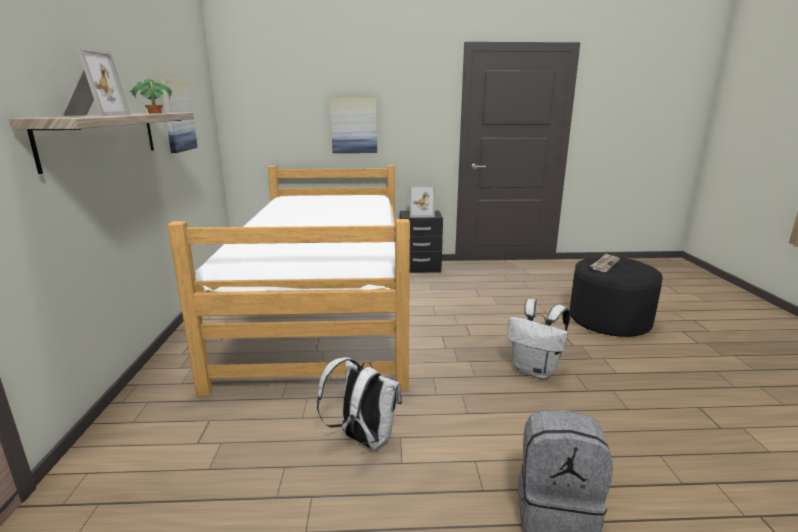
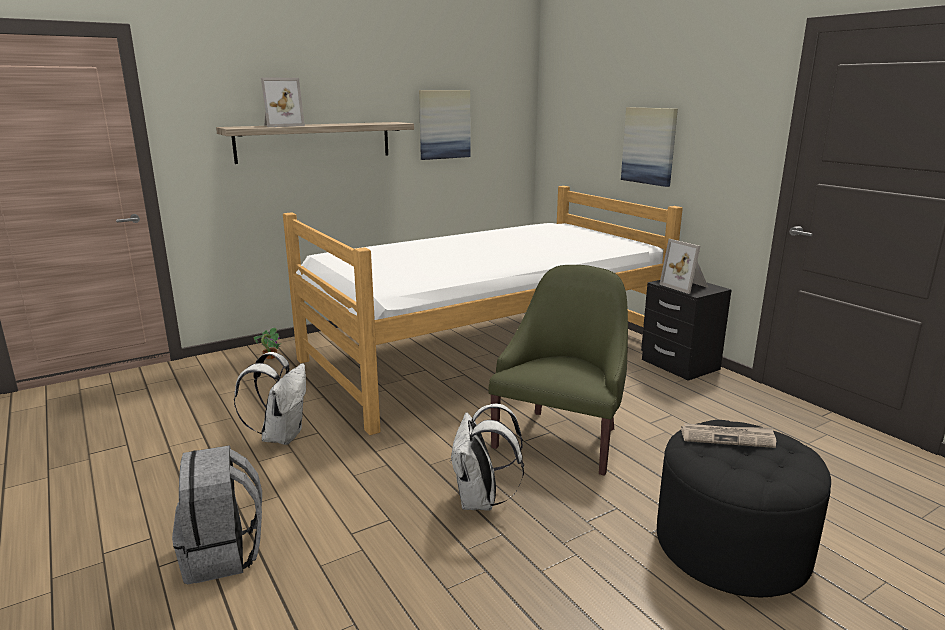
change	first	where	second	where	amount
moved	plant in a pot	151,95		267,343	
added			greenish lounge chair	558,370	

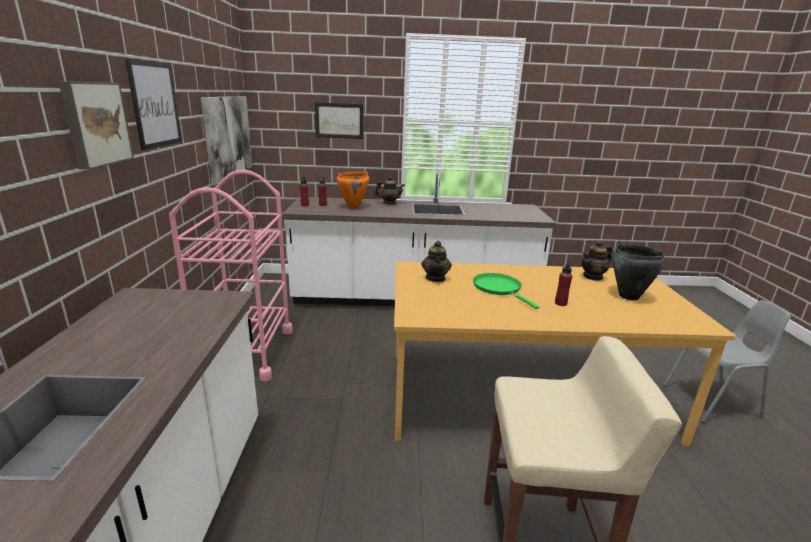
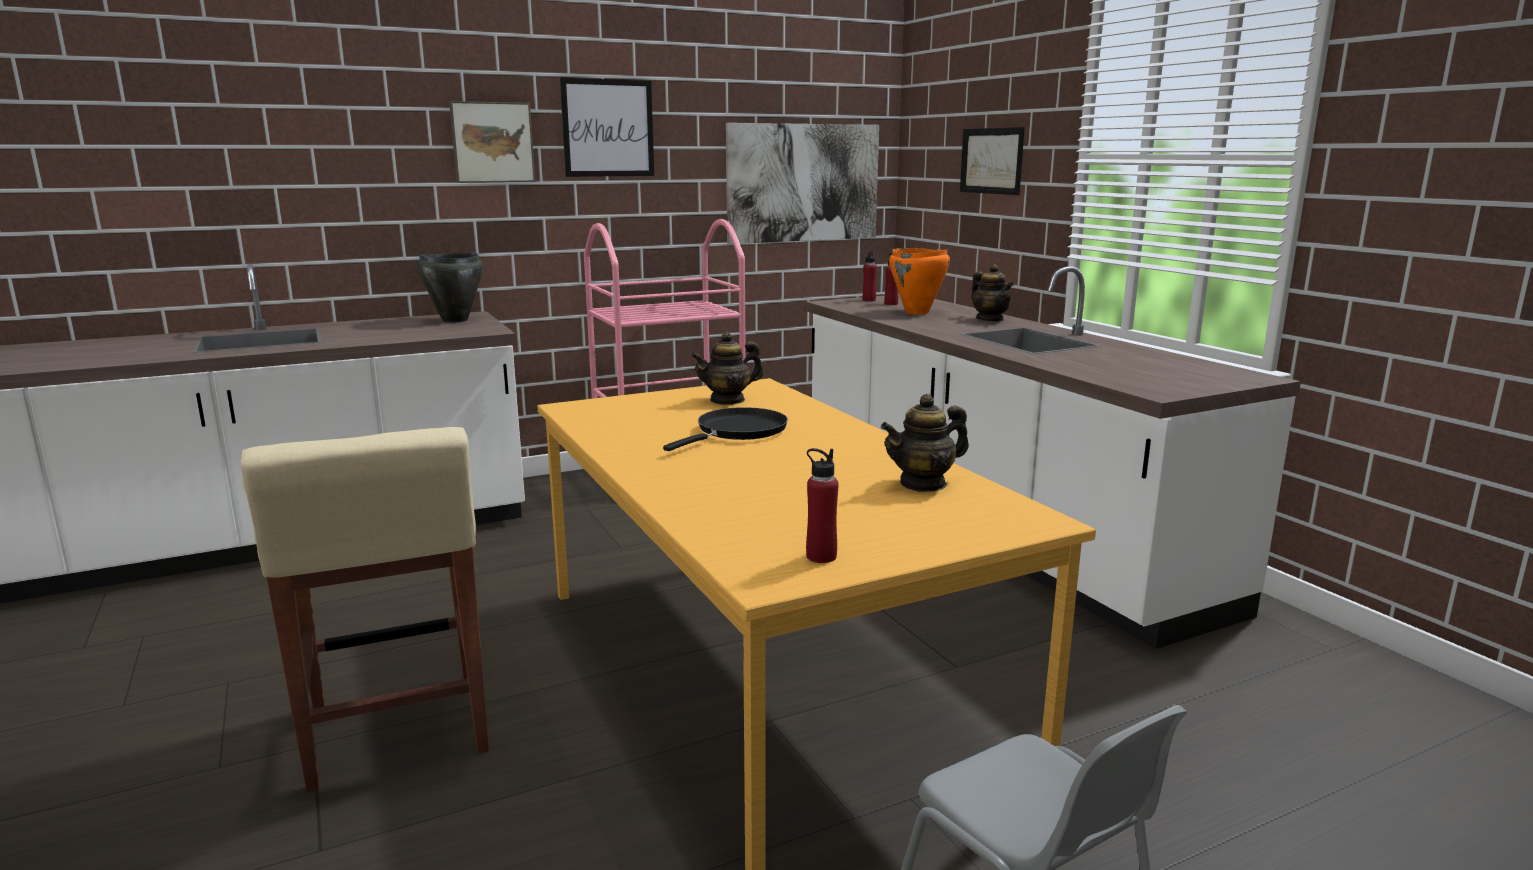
change	first	where	second	where	amount
moved	black saucepot	639,272		450,288	
recoloured	greenish pan	506,291	black pan	725,429	
moved	red-coloured bottle	563,283		822,505	
turned	teapot	597,261		925,443	60 degrees counterclockwise

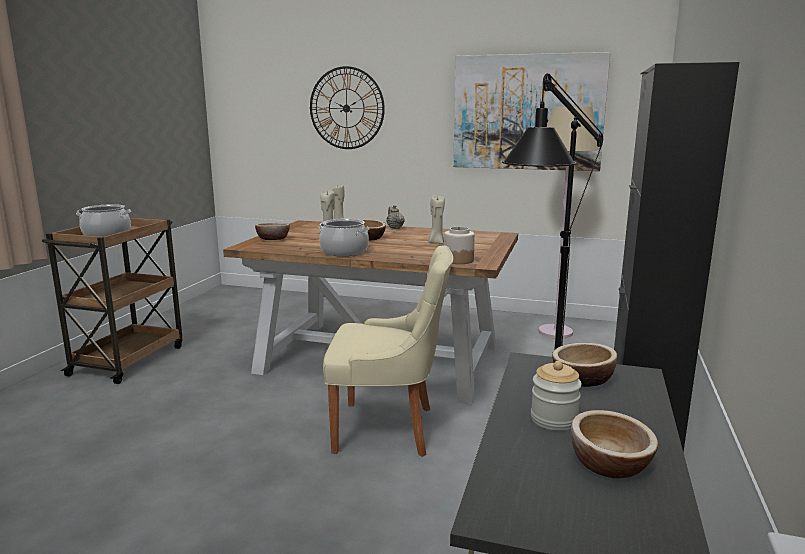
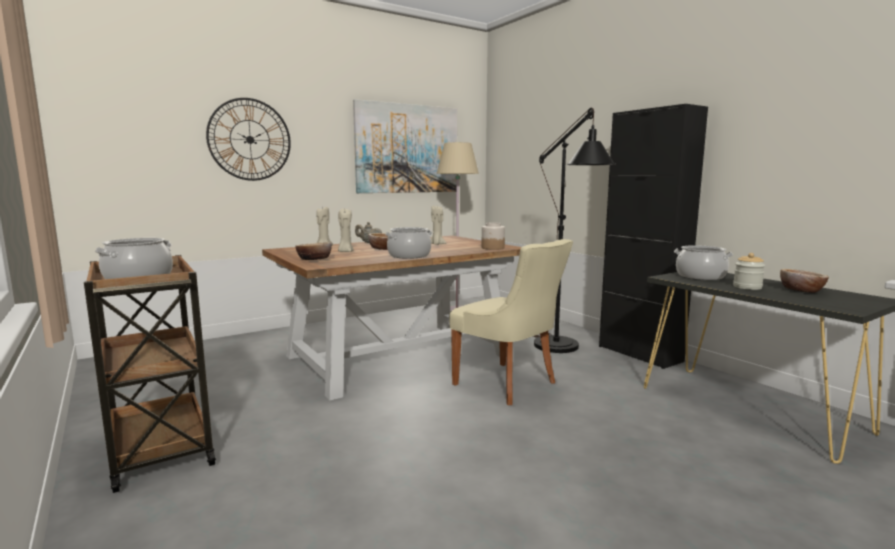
change	first	where	second	where	amount
turned	beige chair	388,351		511,322	90 degrees clockwise
replaced	serving bowl	584,365	saucepot	703,262	

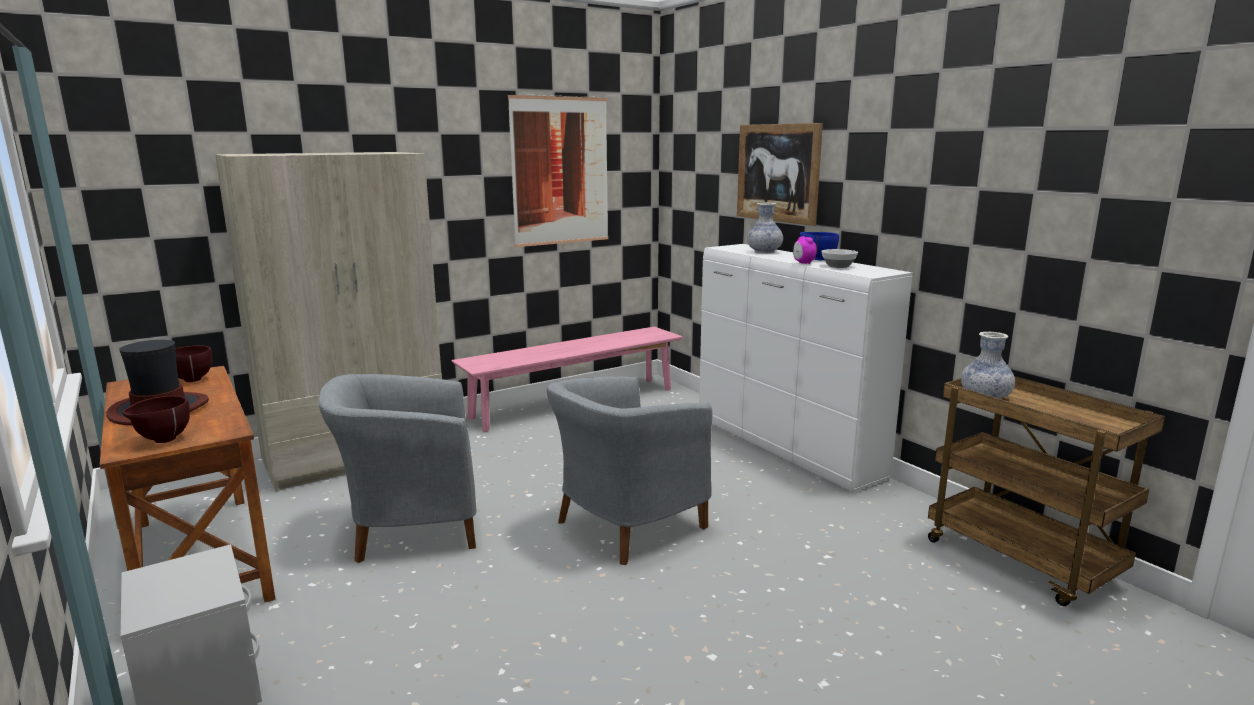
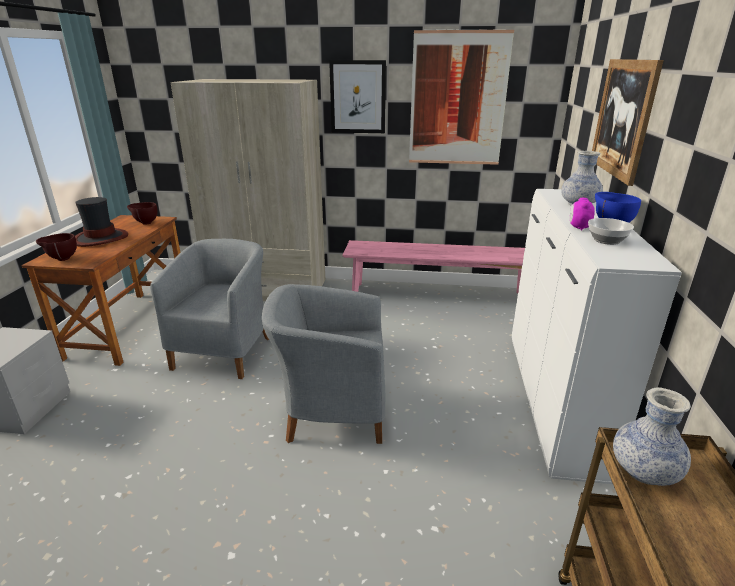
change	first	where	second	where	amount
turned	greyish lounge chair	398,468		209,309	75 degrees clockwise
added			picture	357,96	

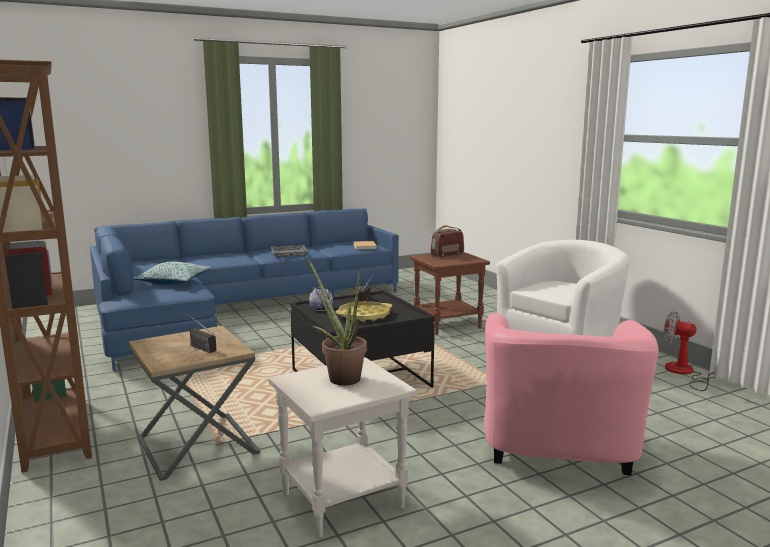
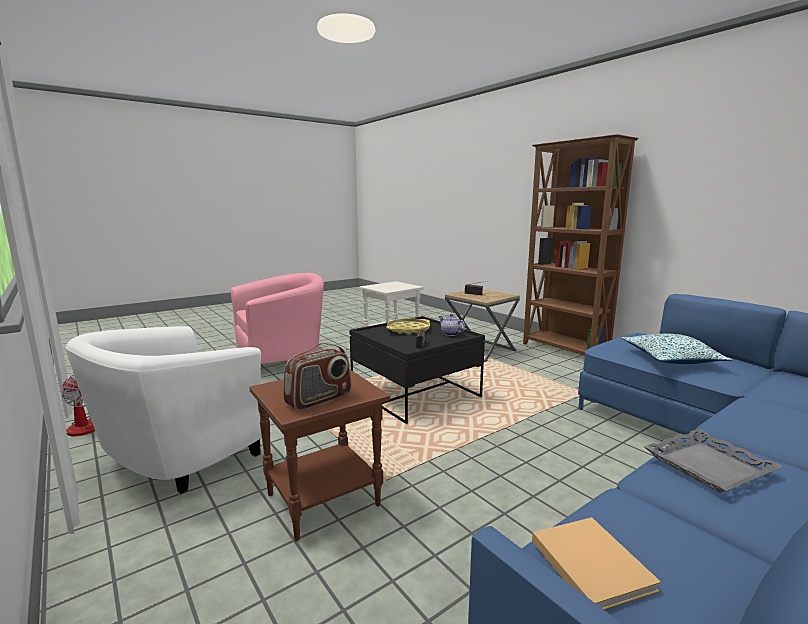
change	first	where	second	where	amount
turned	pinkish lounge chair	571,394		277,318	60 degrees clockwise
removed	plant in a pot	337,322			

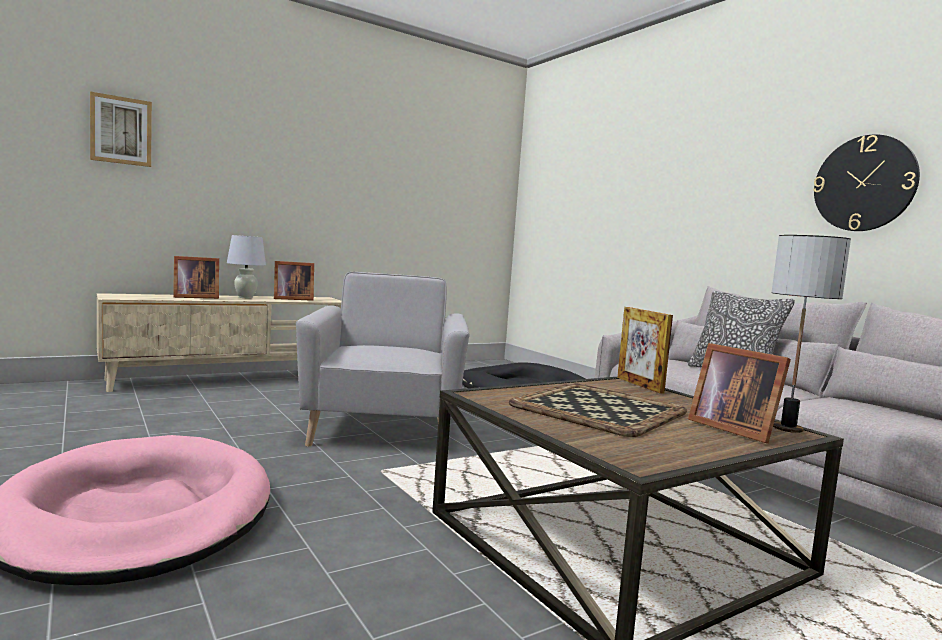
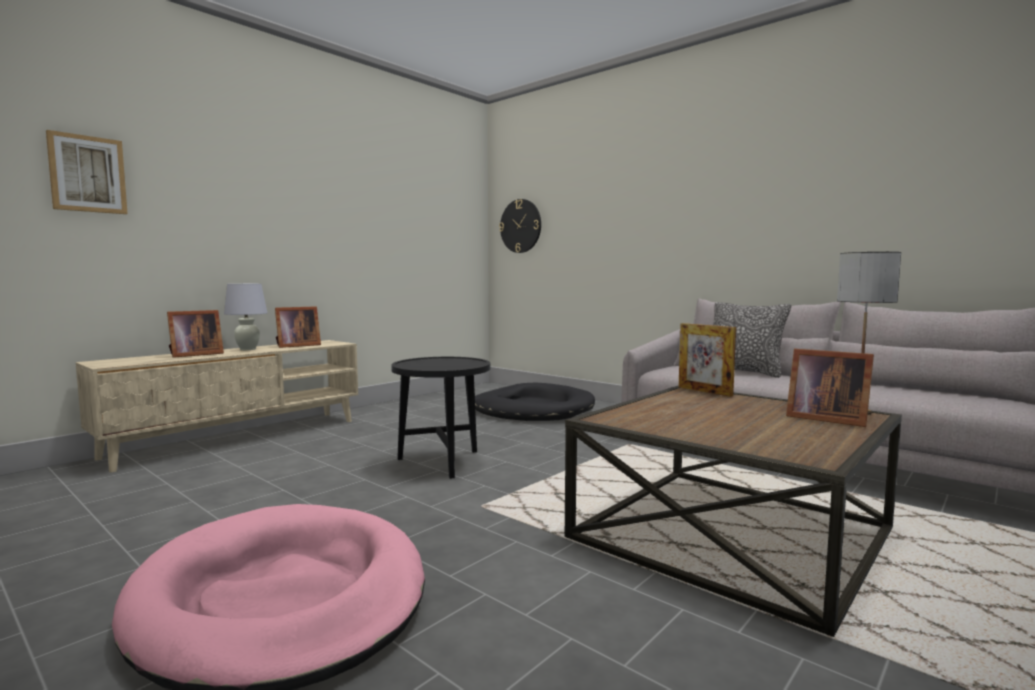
change	first	where	second	where	amount
replaced	greyish lounge chair	383,359	black side table	440,418	
moved	hanging clock	866,182		520,226	
removed	serving tray	598,410			

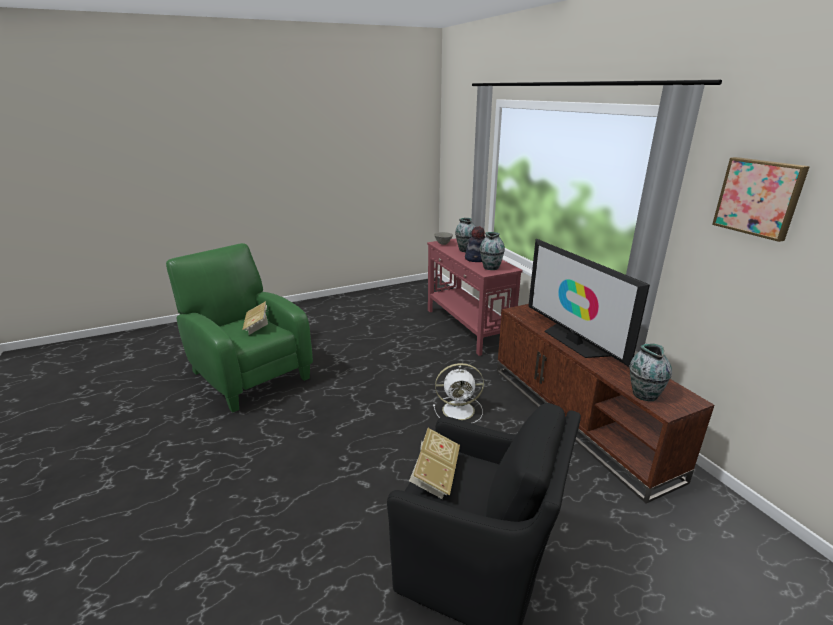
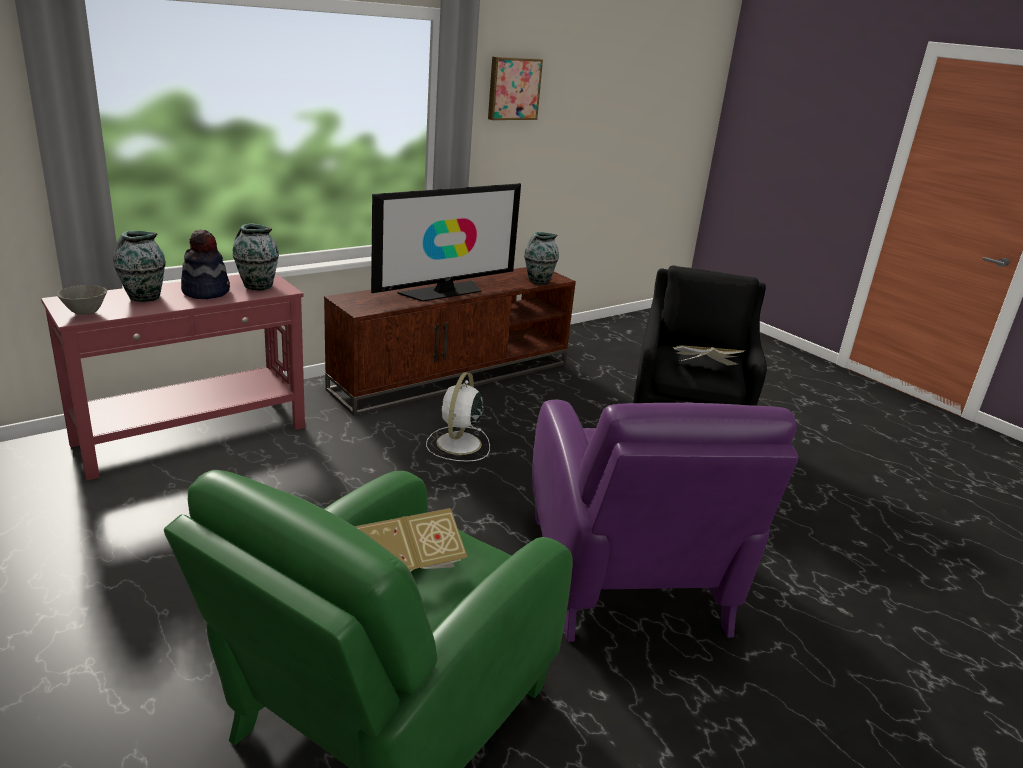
change	first	where	second	where	amount
turned	whitish cooling fan	458,393		458,417	150 degrees counterclockwise
added			purple-coloured lounge chair	665,521	

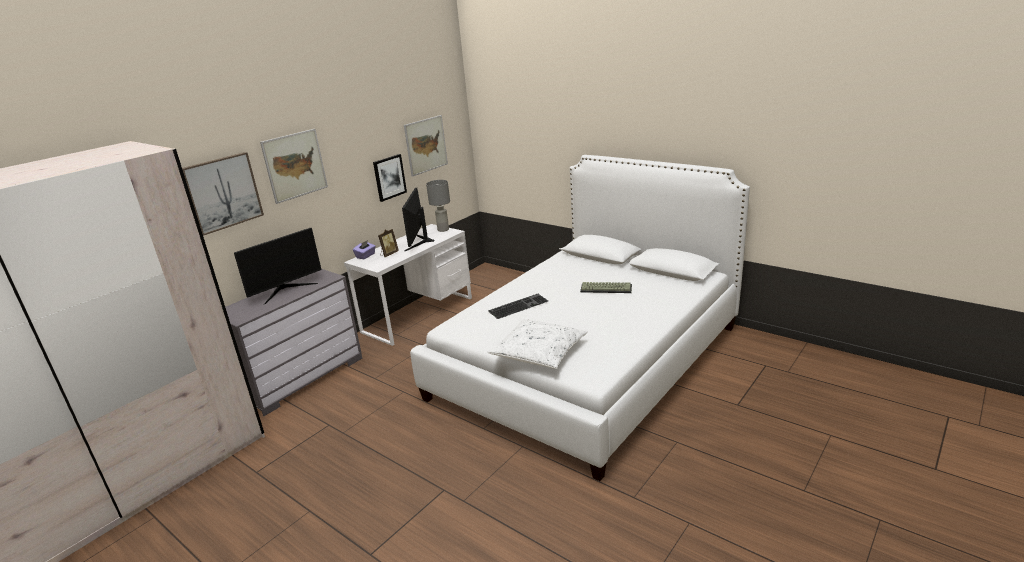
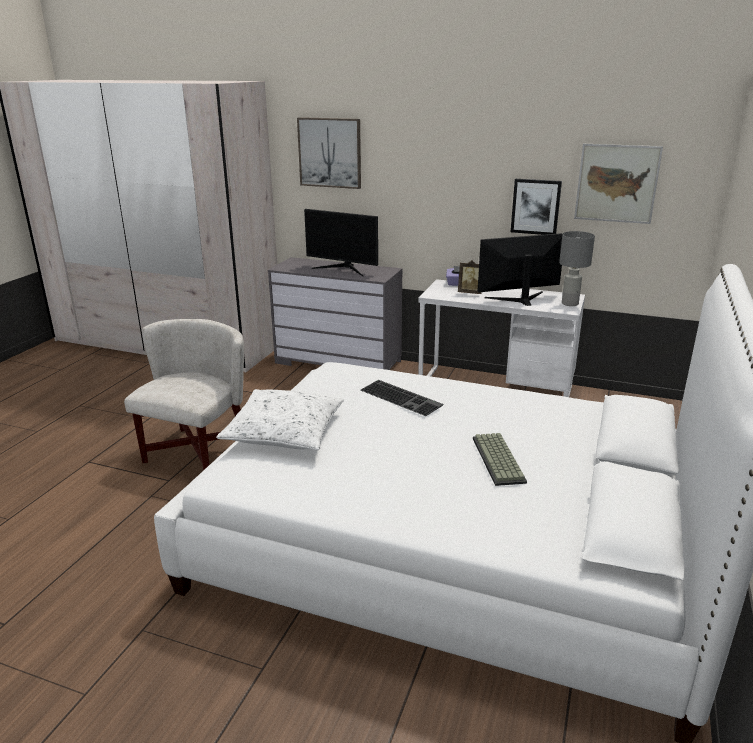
change	first	where	second	where	amount
added			whitish lounge chair	184,395	
removed	picture	294,166			

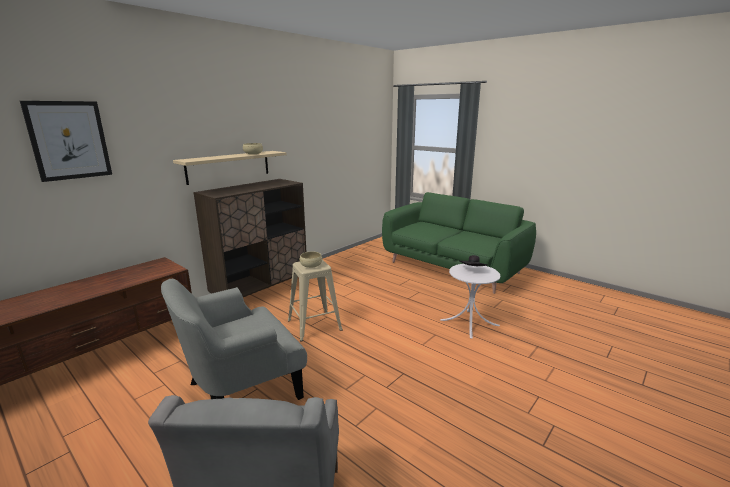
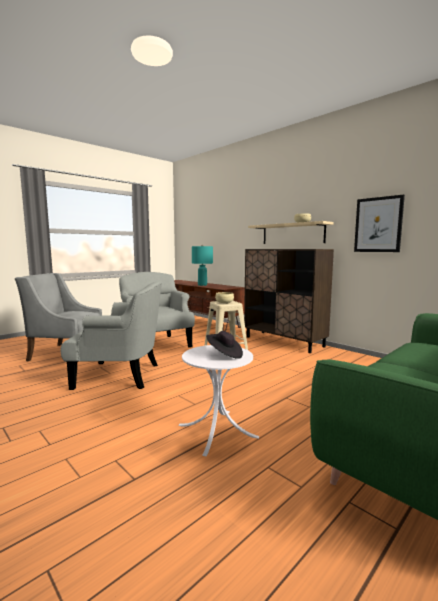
change	first	where	second	where	amount
added			greyish lounge chair	111,336	
added			turquoise-coloured table lamp	202,265	
moved	picture	66,141		379,223	

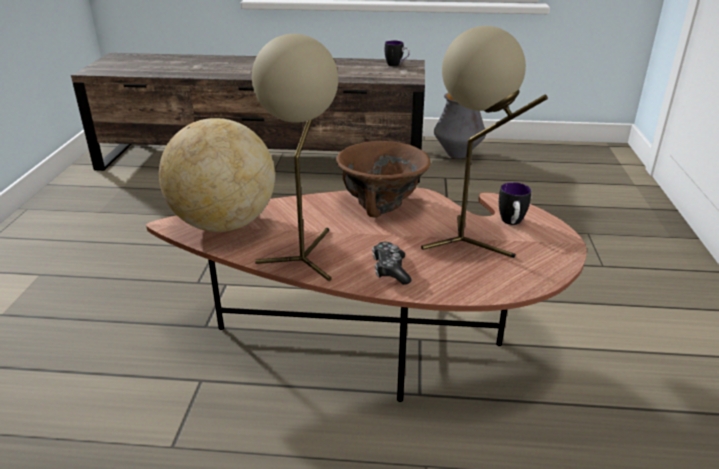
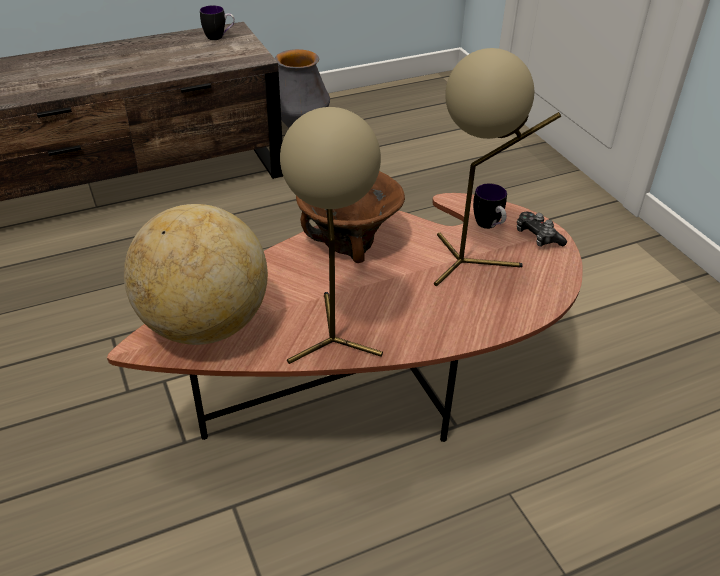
change	first	where	second	where	amount
moved	joypad	391,263		542,229	

